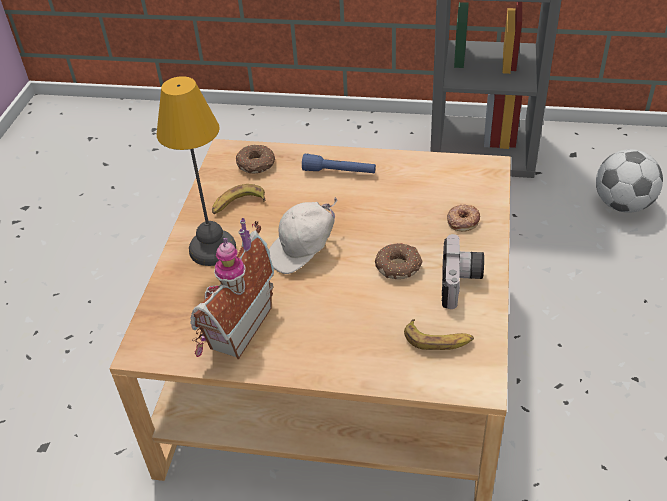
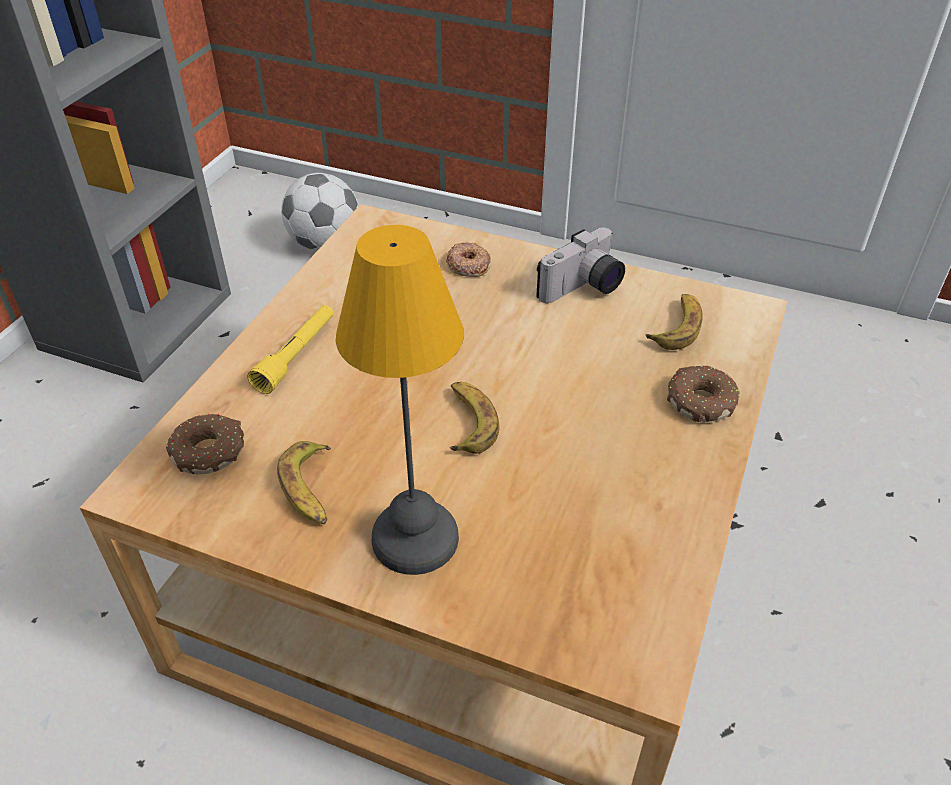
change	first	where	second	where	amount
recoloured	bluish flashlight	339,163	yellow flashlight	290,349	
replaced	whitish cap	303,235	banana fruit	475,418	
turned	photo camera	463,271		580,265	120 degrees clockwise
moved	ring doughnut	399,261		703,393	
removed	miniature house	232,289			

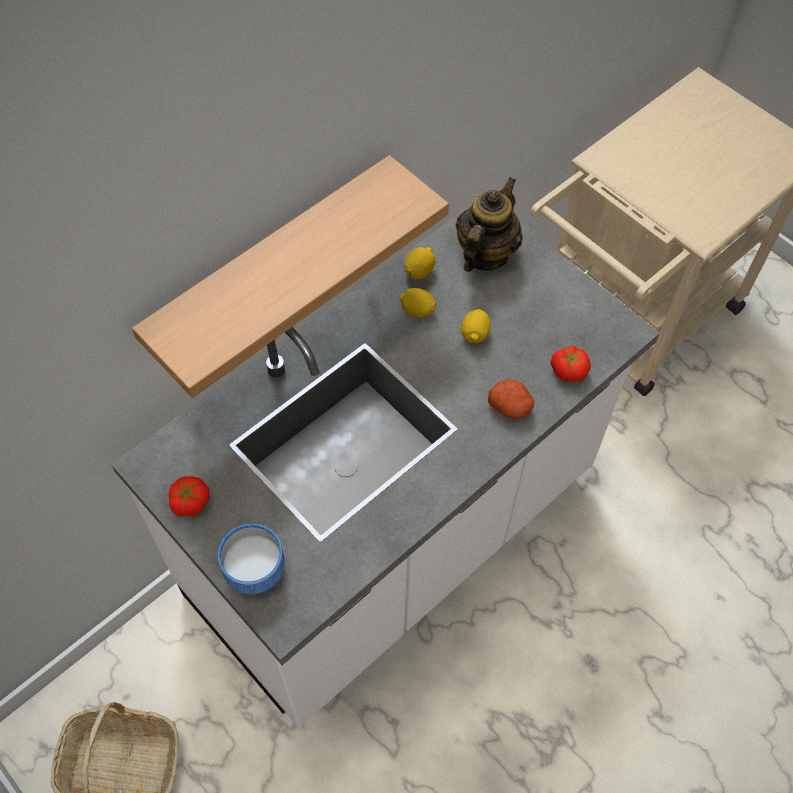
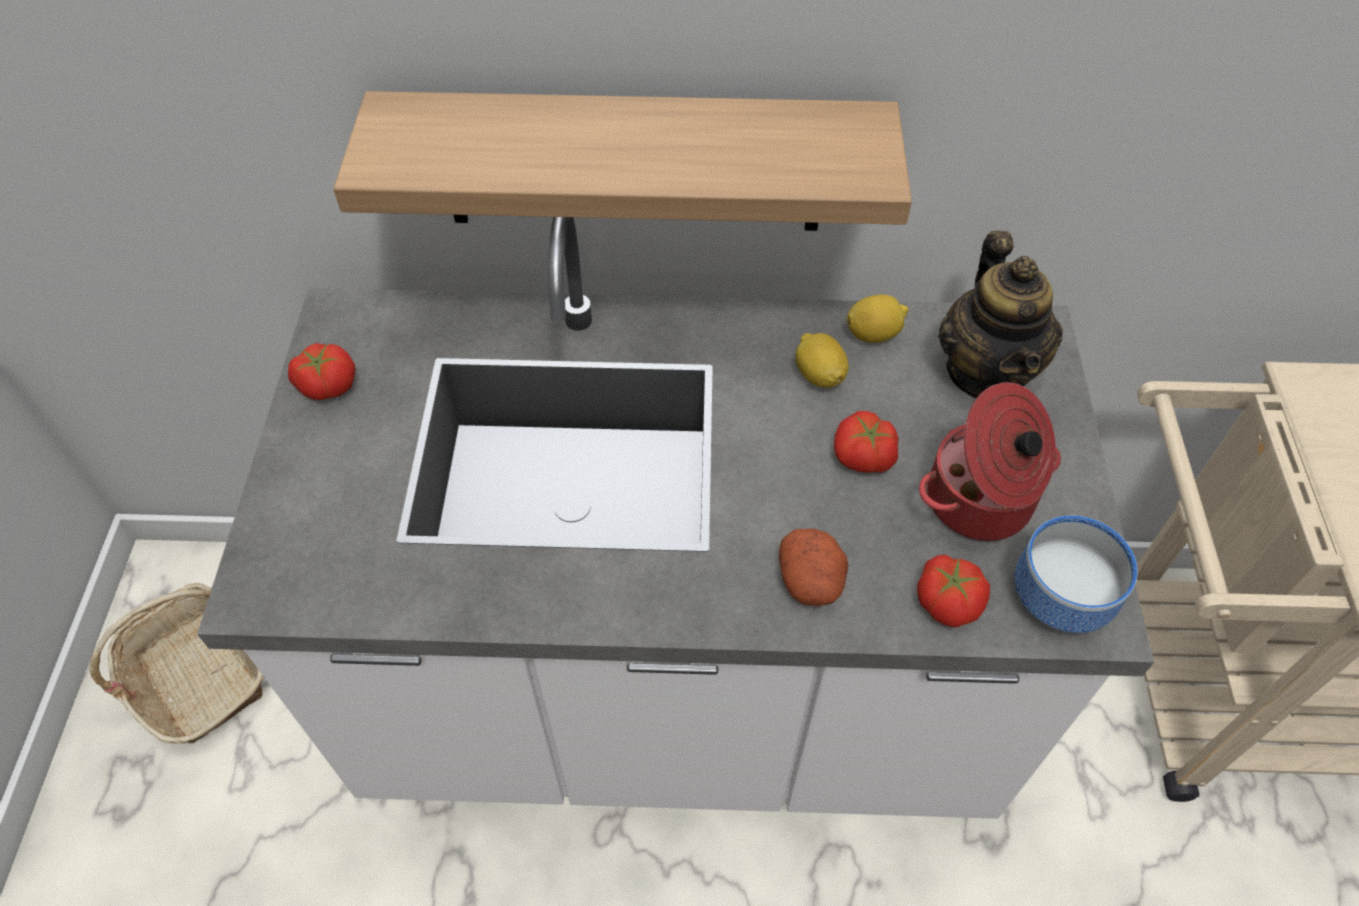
change	first	where	second	where	amount
replaced	lemon	476,326	fresh tomato	866,442	
added			saucepot	990,461	
turned	teapot	489,224		1000,314	105 degrees clockwise
moved	serving bowl	251,559		1076,574	

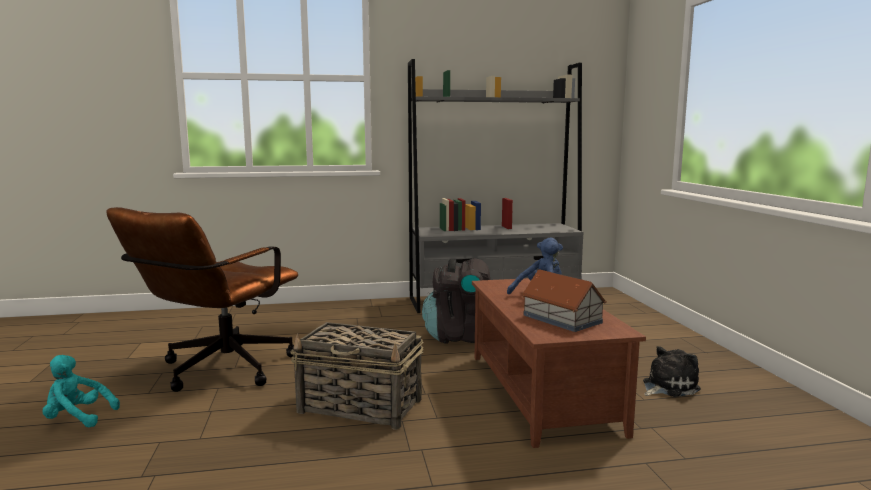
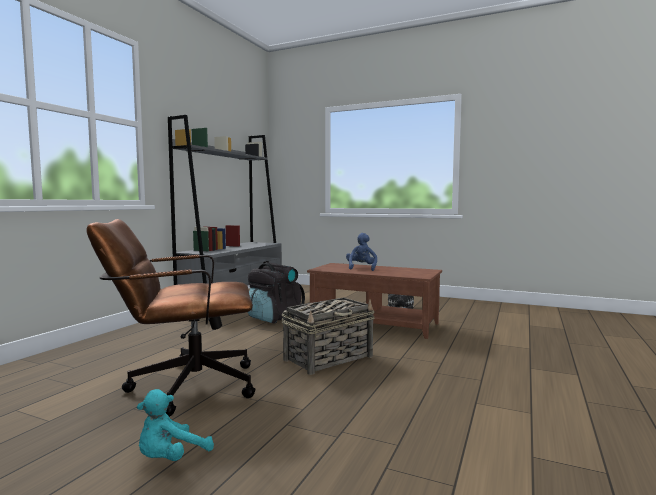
change	first	where	second	where	amount
turned	brown desk chair	202,299		170,318	105 degrees clockwise
removed	miniature house	564,300			

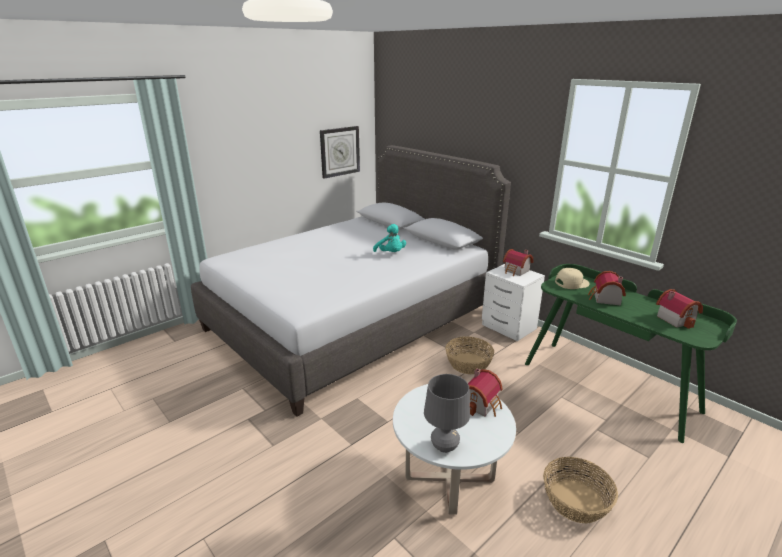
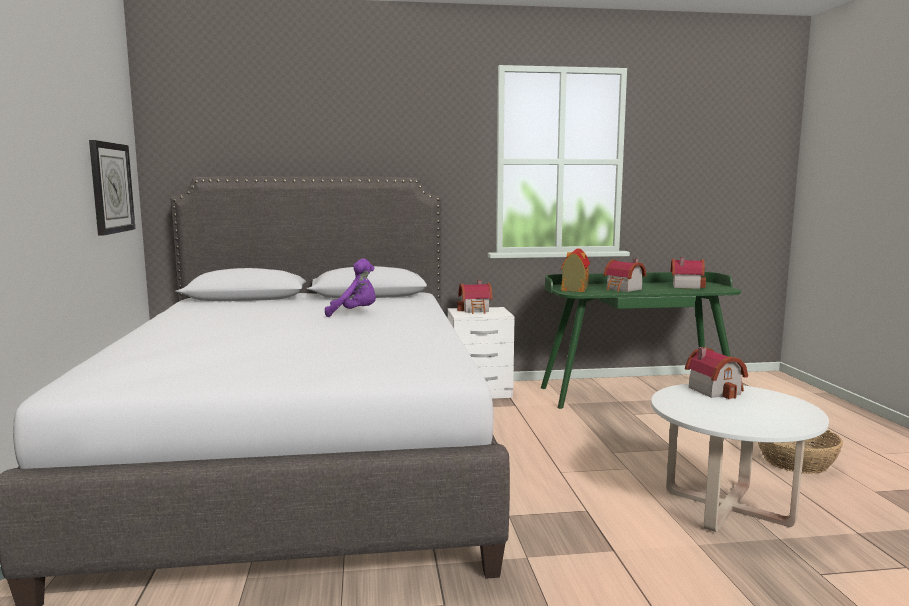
change	first	where	second	where	amount
recoloured	turquoise-coloured plush toy	389,238	purple-coloured plush toy	350,287	
replaced	beige cap	572,278	miniature house	575,270	
removed	greyish table lamp	447,413			
removed	storage basket	469,355			

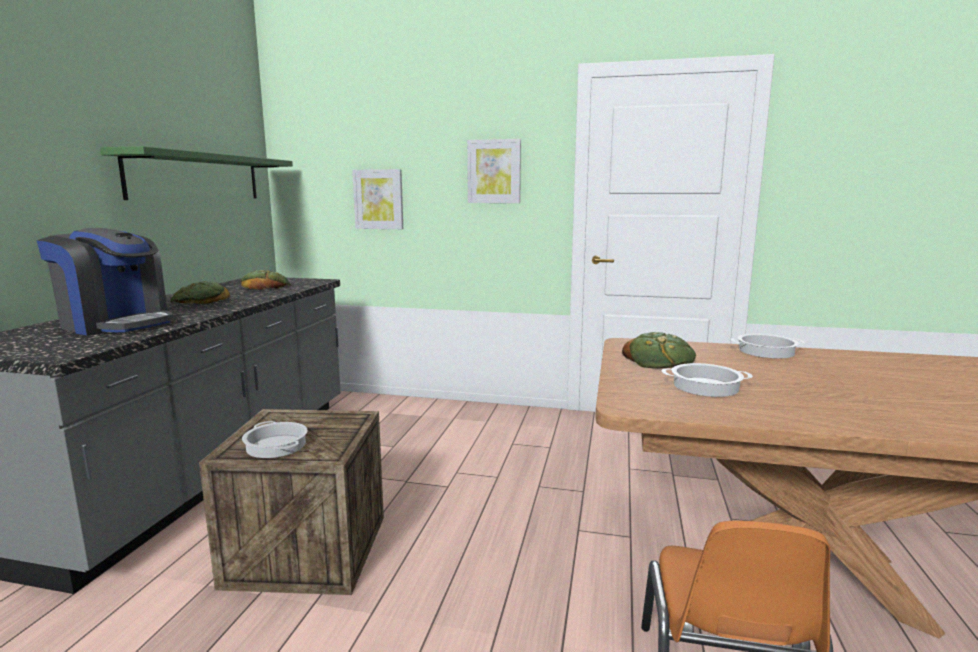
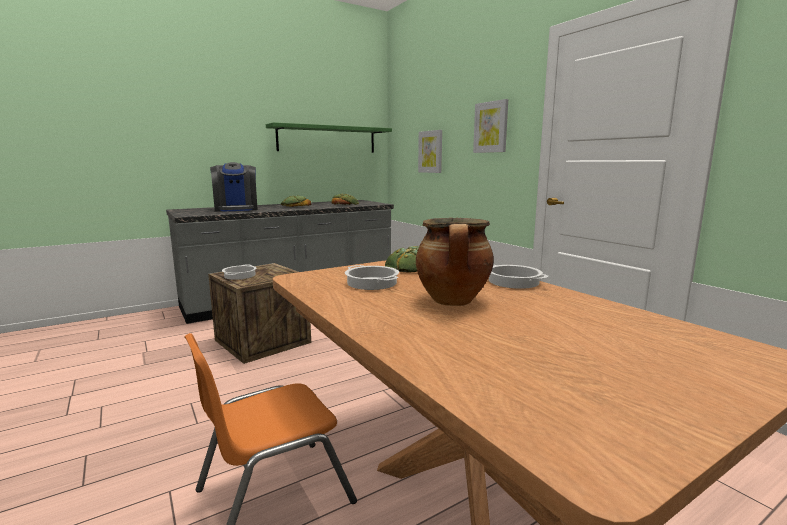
change	first	where	second	where	amount
added			saucepot	455,262	

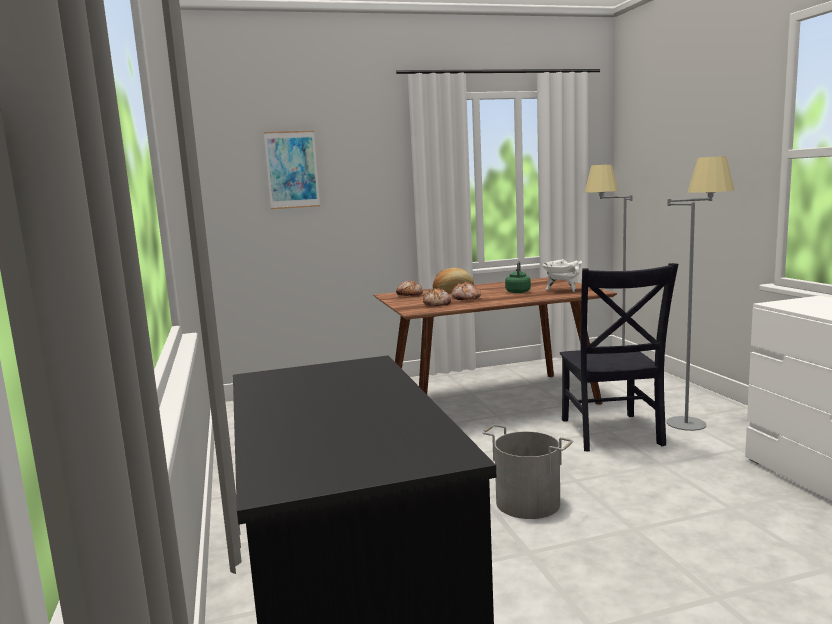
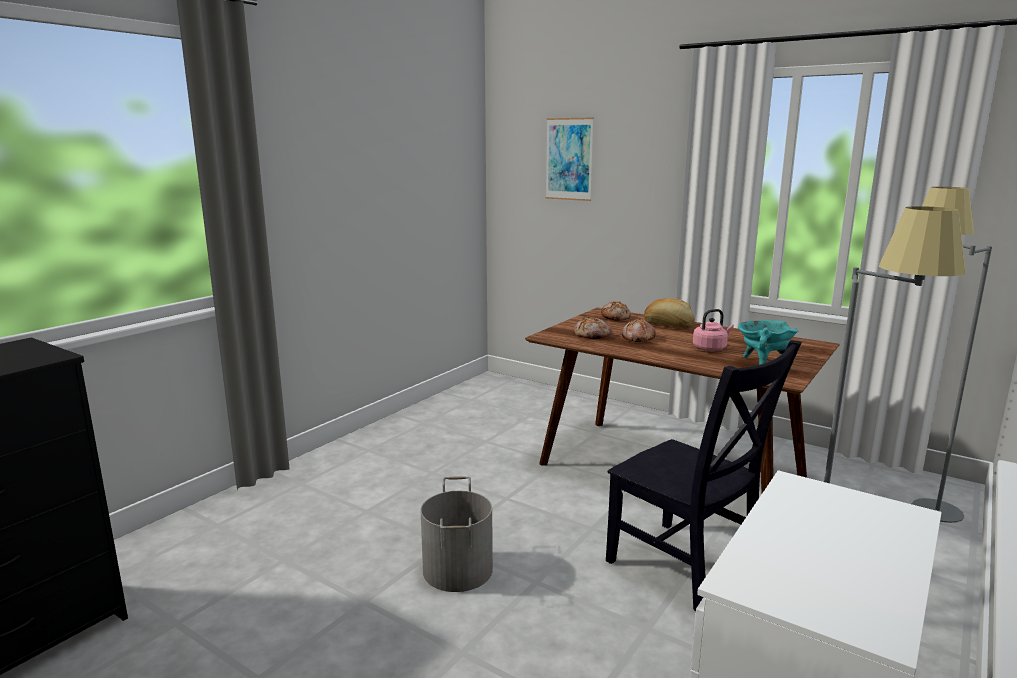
change	first	where	second	where	amount
turned	black chair	619,357		704,475	90 degrees counterclockwise
recoloured	greenish kettle	518,277	pinkish kettle	713,330	
recoloured	whitish saucepot	562,275	turquoise-coloured saucepot	768,342	

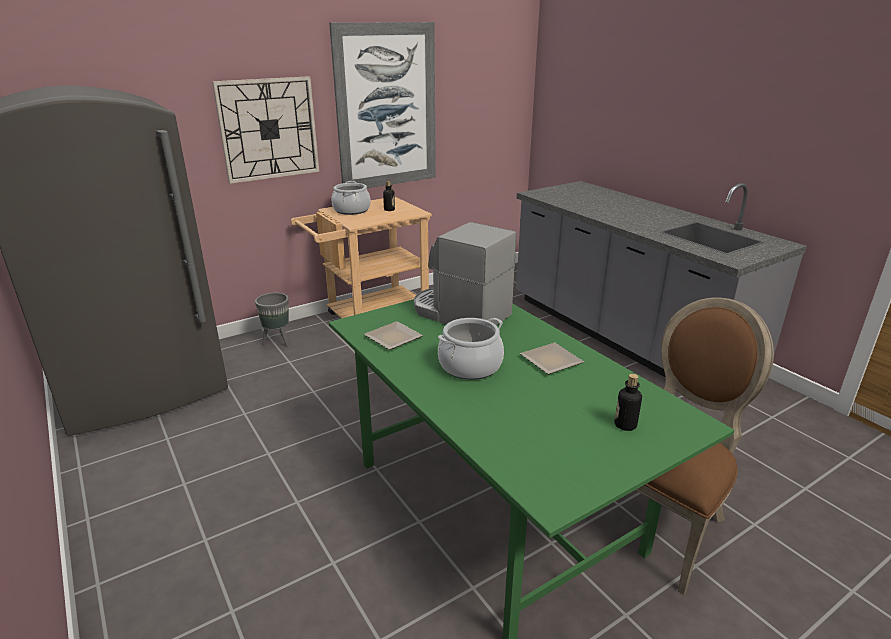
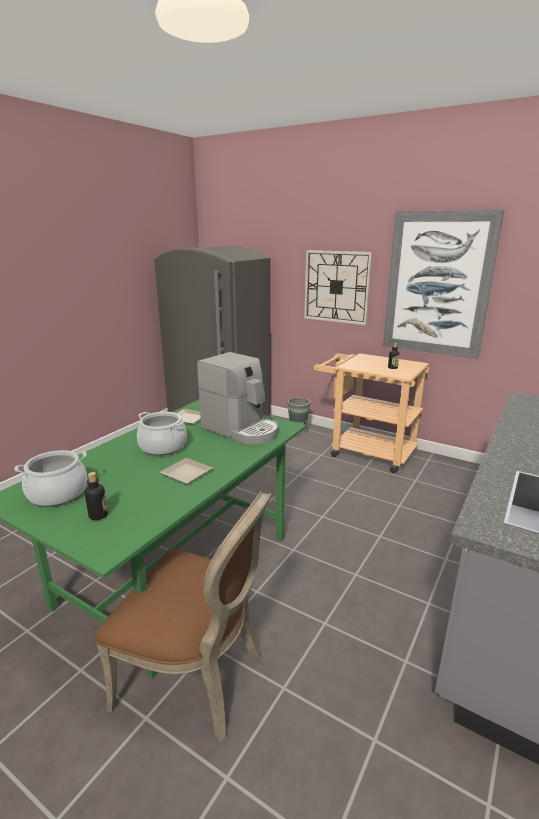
change	first	where	second	where	amount
moved	saucepot	351,198		50,478	
turned	coffee brewer	465,274		237,398	120 degrees clockwise

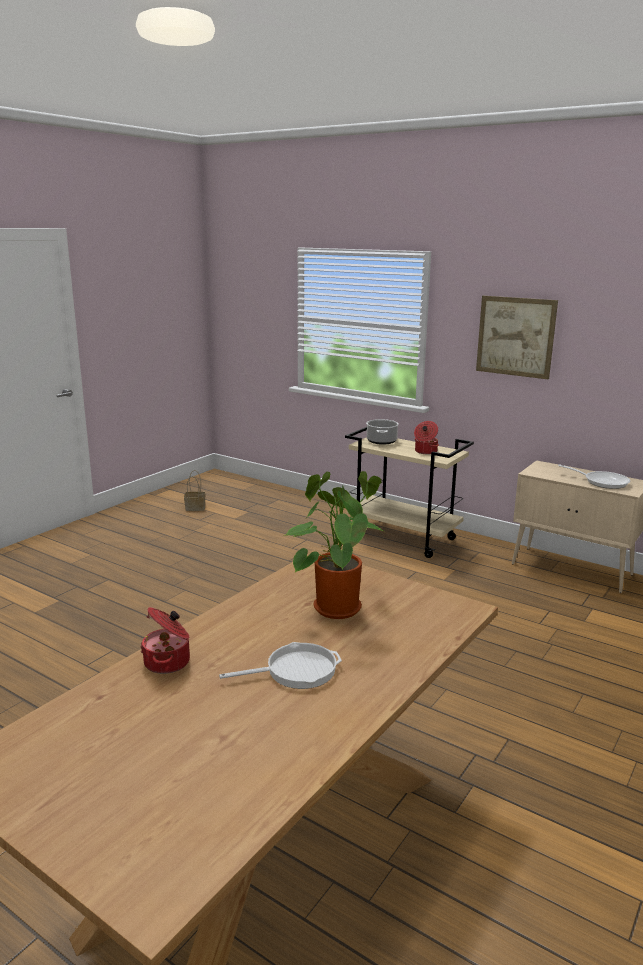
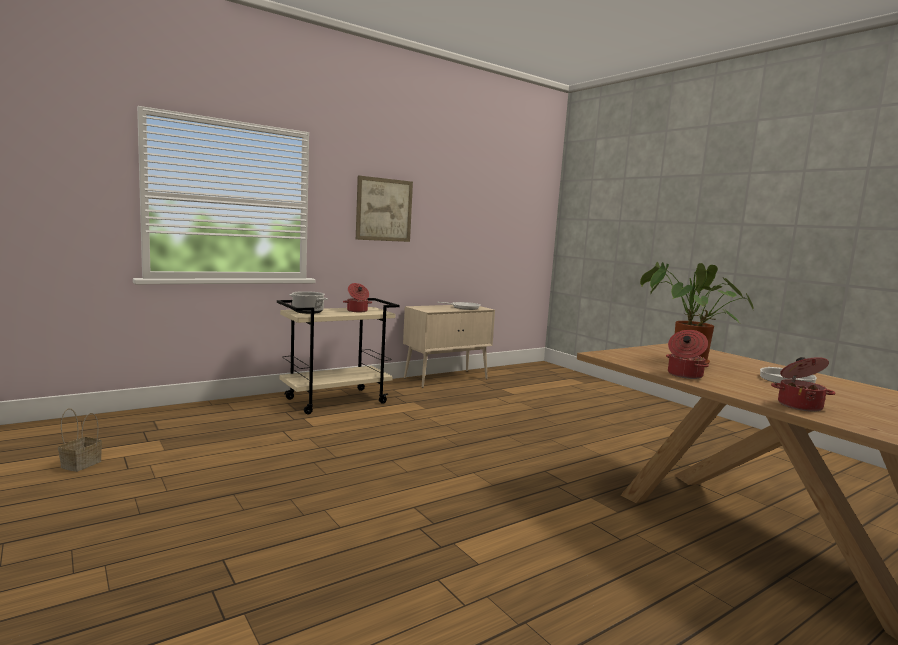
change	first	where	second	where	amount
added			saucepot	687,354	

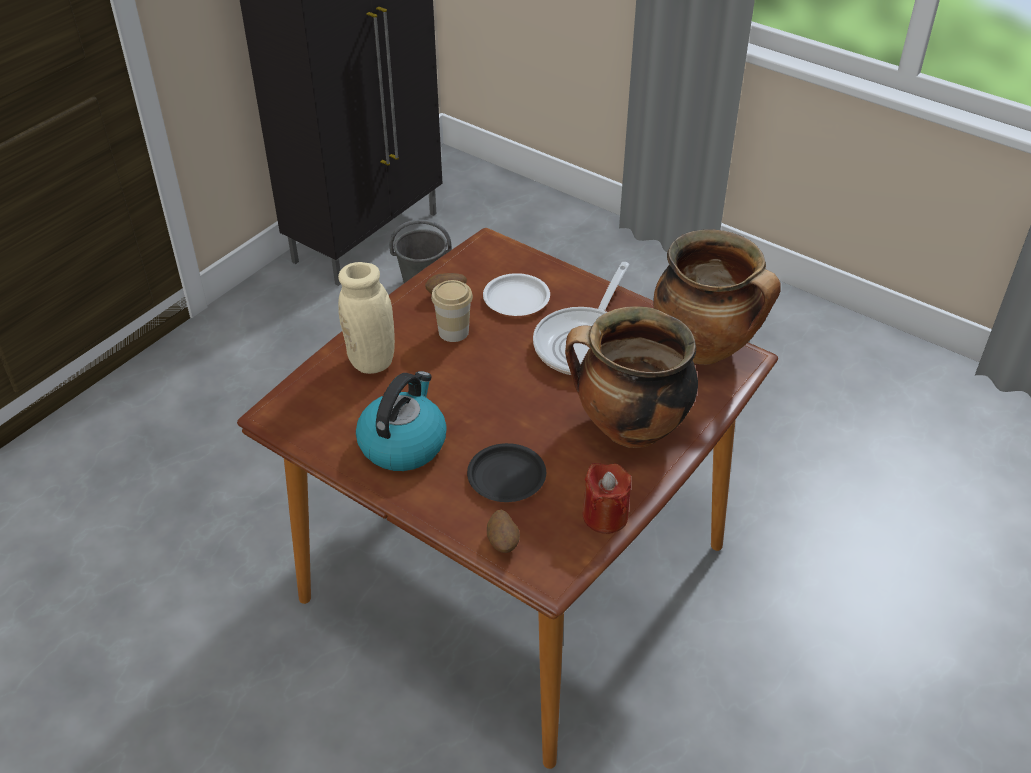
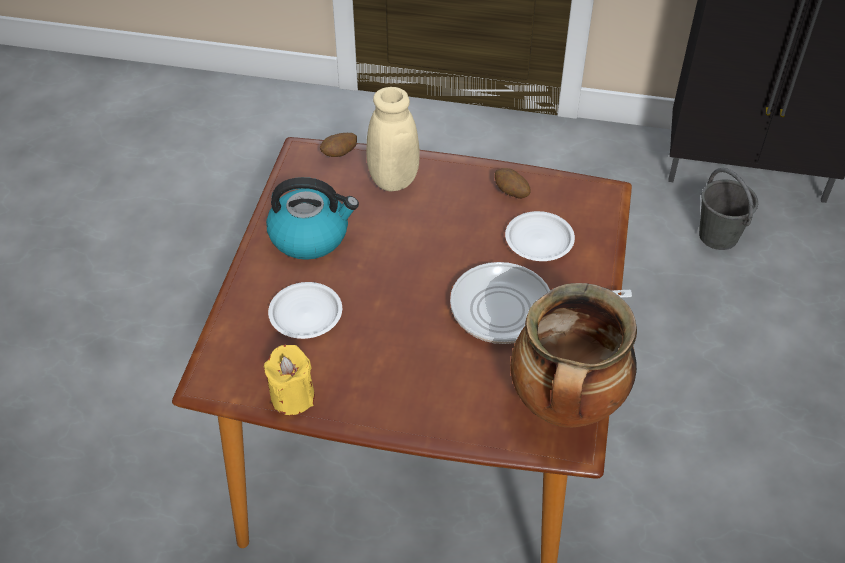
change	first	where	second	where	amount
recoloured	red-coloured candle	607,498	yellow candle	289,380	
recoloured	black plate	506,472	whitish plate	305,310	
moved	whole potato	503,531		338,145	
removed	small cup	452,311			
removed	saucepot	631,377			

